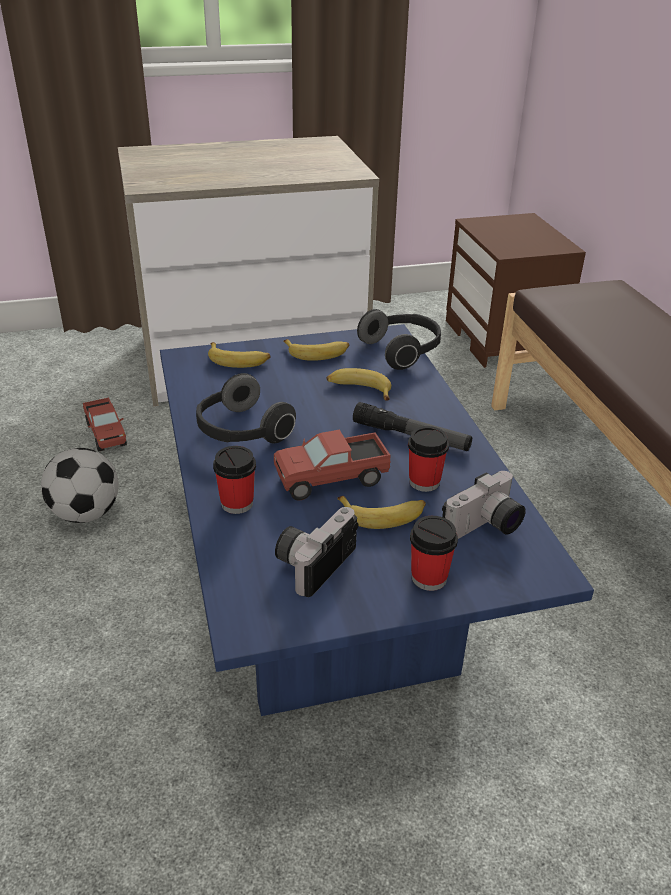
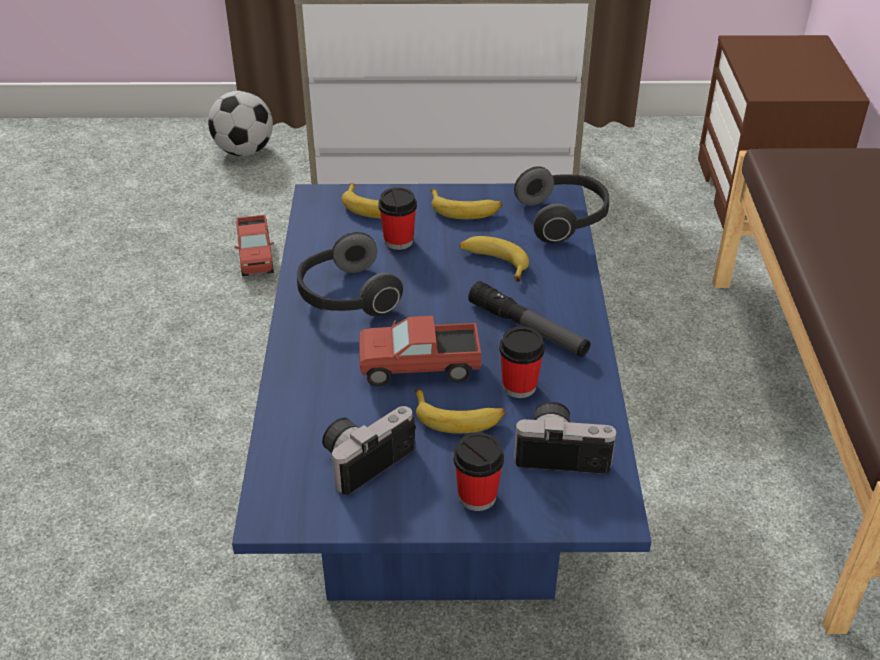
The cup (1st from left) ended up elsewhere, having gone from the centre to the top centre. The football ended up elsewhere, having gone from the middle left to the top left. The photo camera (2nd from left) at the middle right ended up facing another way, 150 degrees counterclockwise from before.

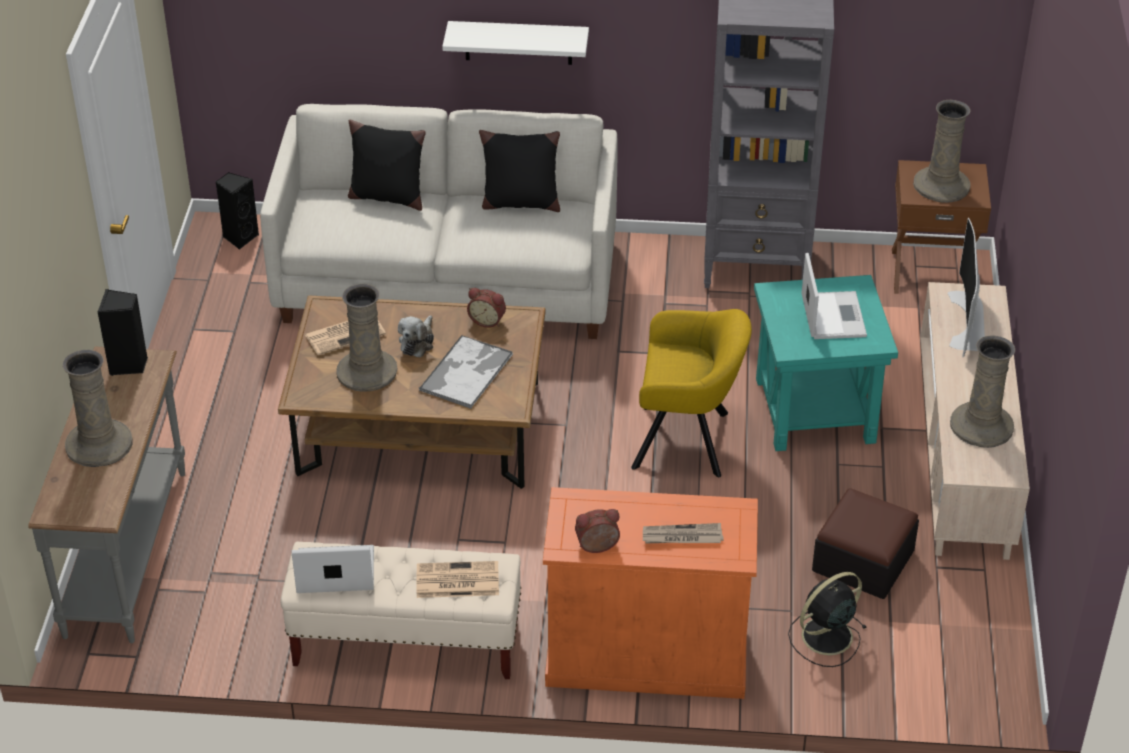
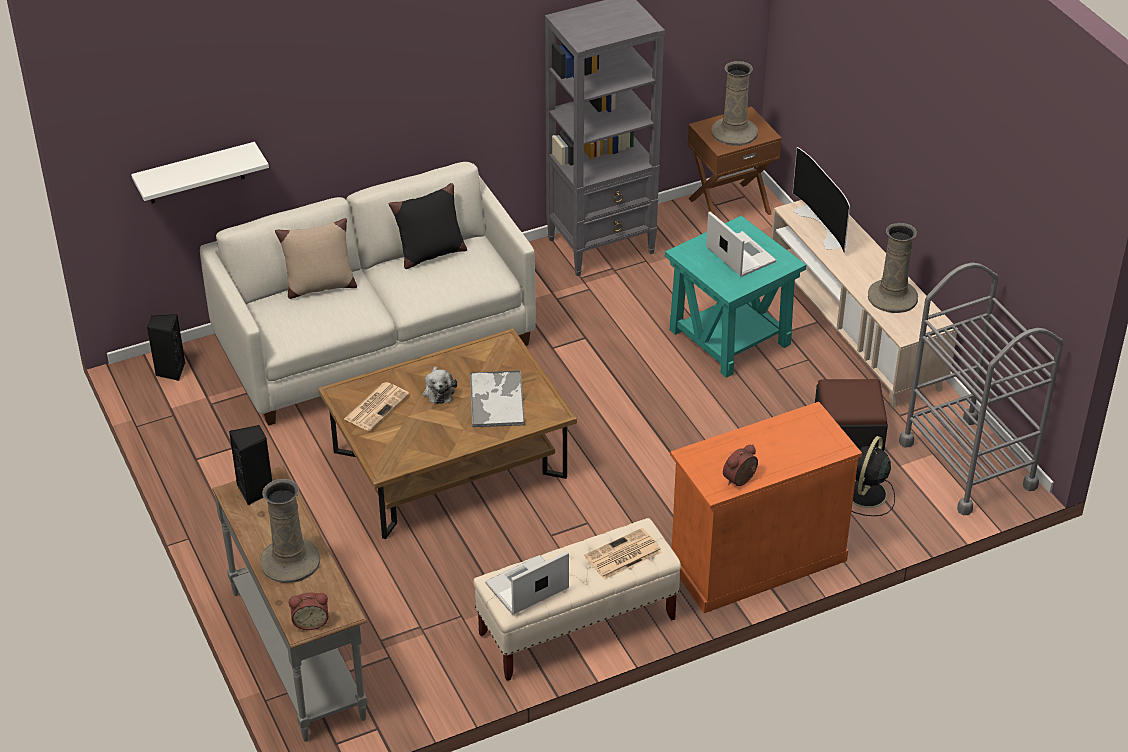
The shelf (white) ended up elsewhere, having gone from the top centre to the top left. What was the pillow (black) (1st from left) at the top centre turned into the pillow (beige) at the middle left. The second view lost the vase (beige) (2nd from left) at the middle left. The alarm clock (1st from left) ended up elsewhere, having gone from the centre to the bottom left. The second view lost the armchair (yellow) at the centre. The second view lost the newspaper (3rd from left) at the bottom centre. The second view gained the cart (grey) at the middle right.

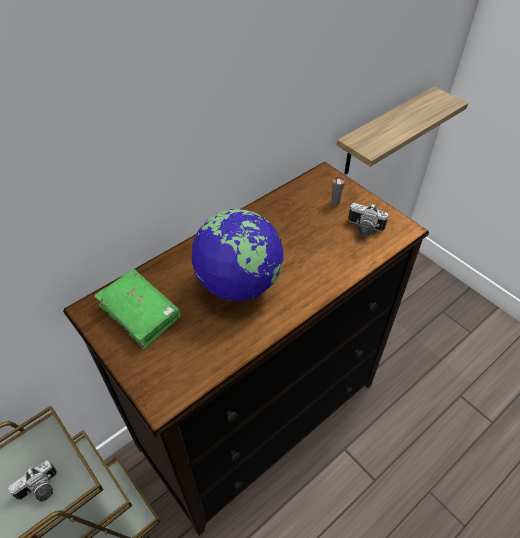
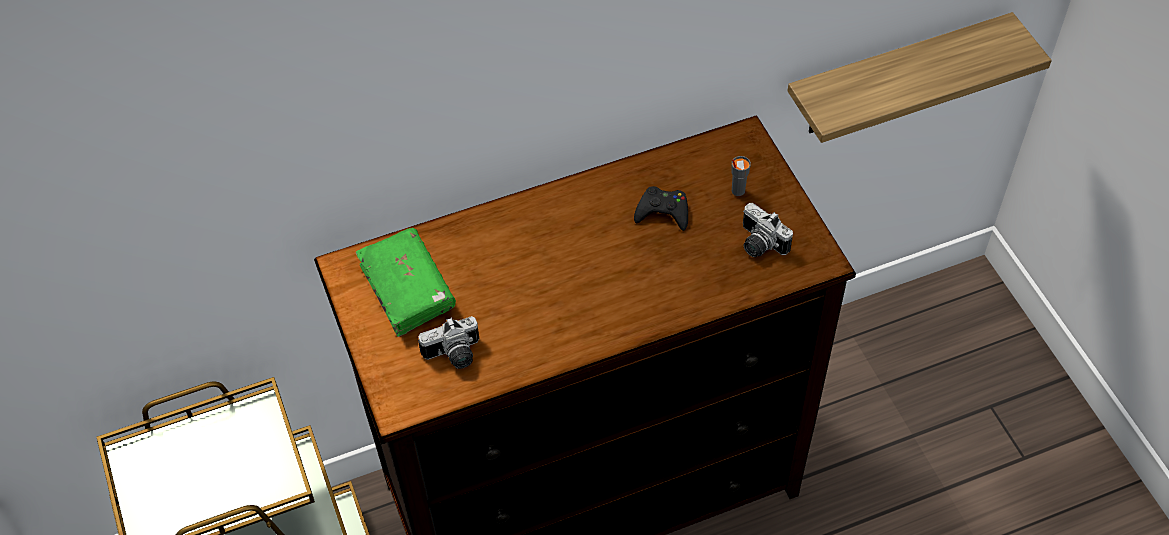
The second view lost the globe at the centre. The photo camera (1st from left) ended up elsewhere, having gone from the bottom left to the centre. The second view gained the game controller (black) at the centre.

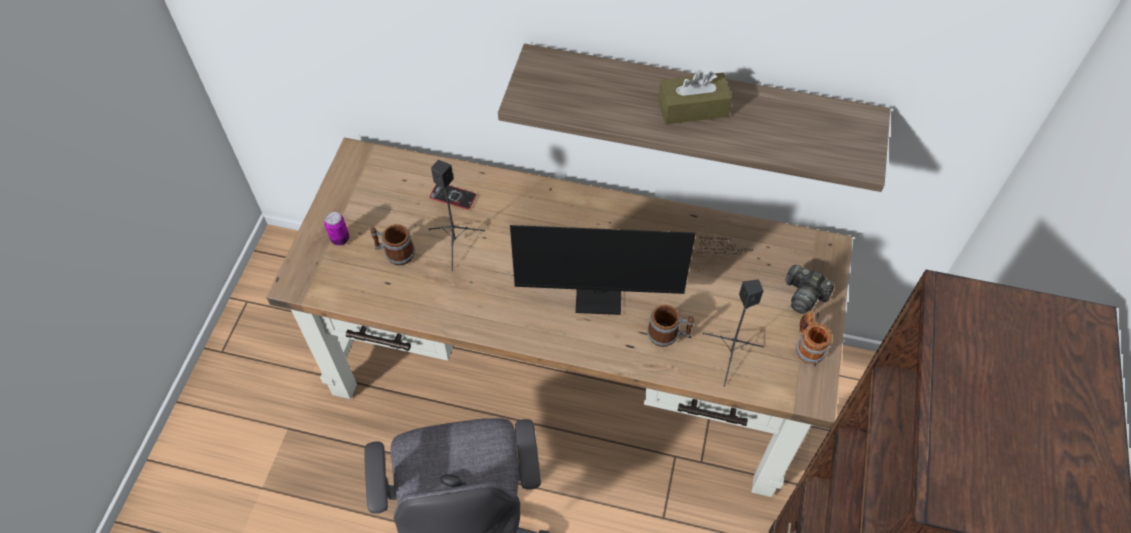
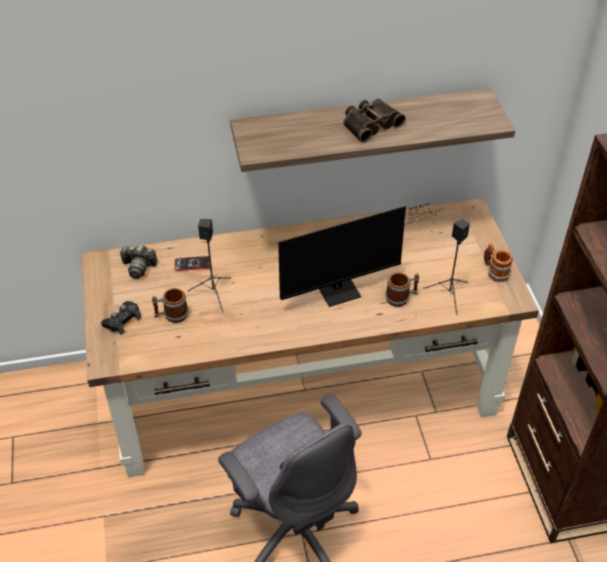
Where the tissue box (brown) stood at the top centre, the binoculars came to stand at the top centre. Where the can stood at the middle left, the game controller (black) came to stand at the middle left. The photo camera ended up elsewhere, having gone from the middle right to the middle left.

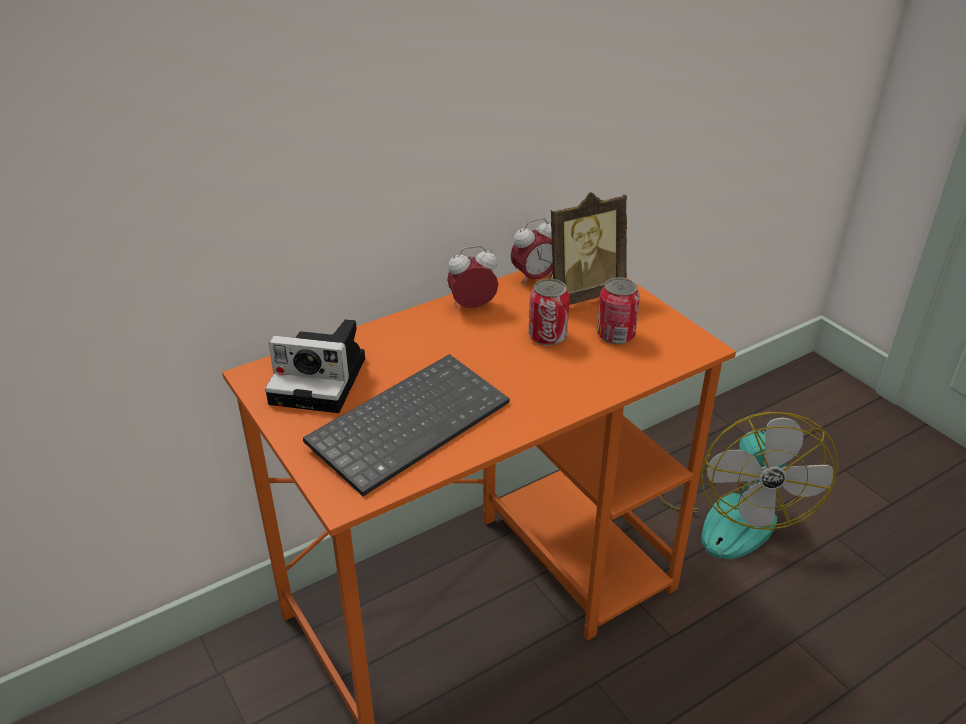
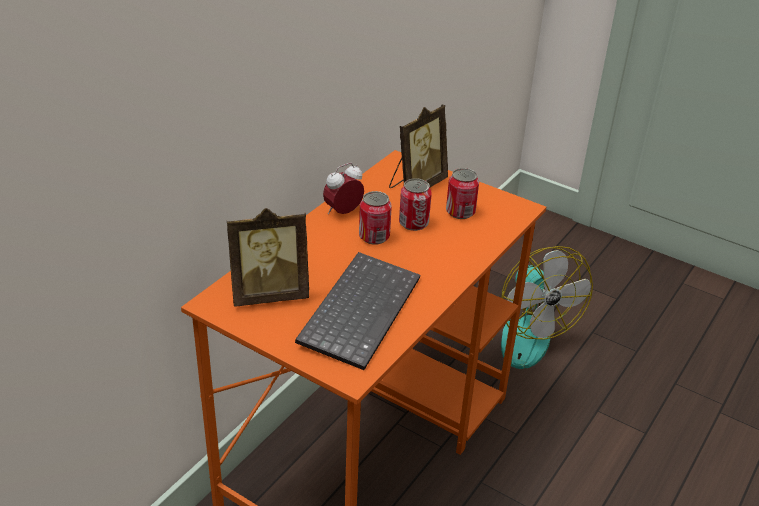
The second view lost the alarm clock (2nd from left) at the centre. Where the photo camera stood at the middle left, the picture frame (1st from left) came to stand at the centre. The second view gained the can (1st from left) at the centre.

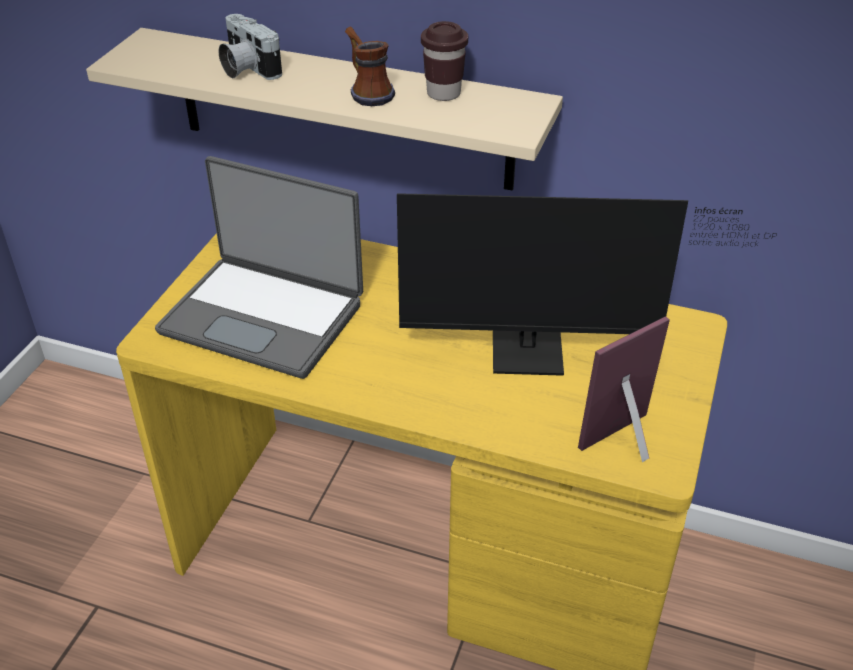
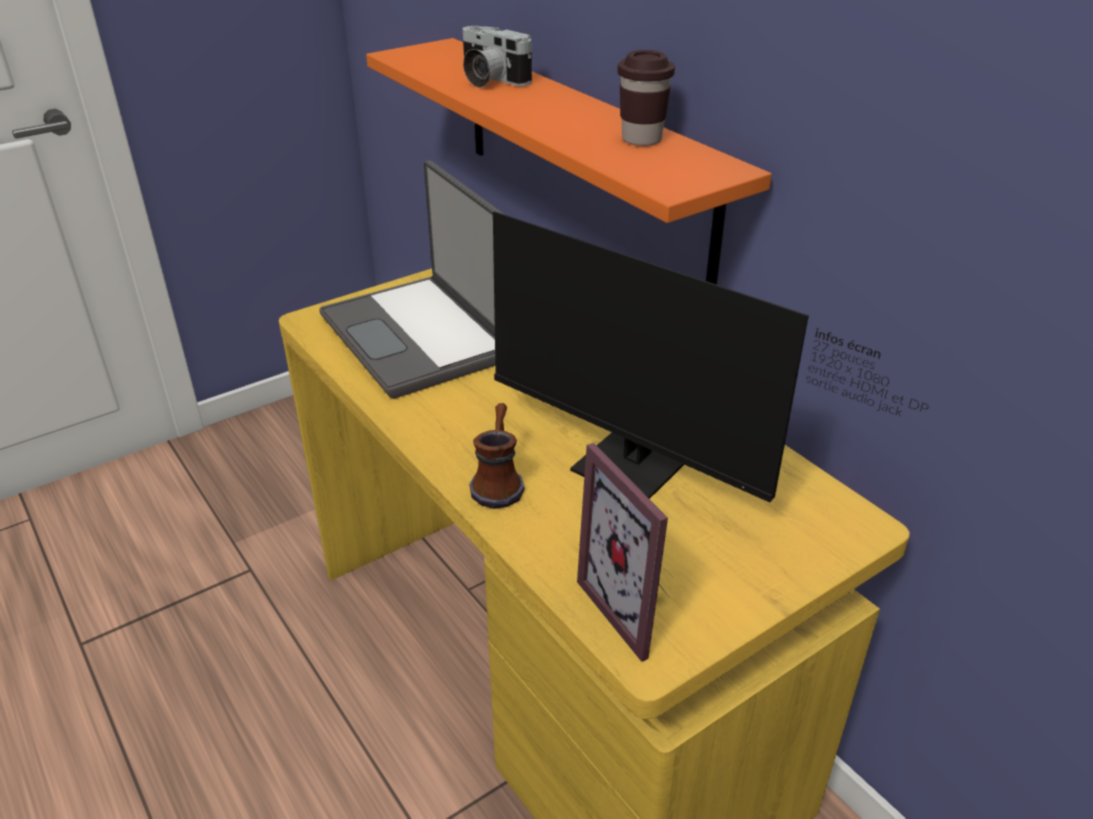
The photo camera at the top left ended up facing another way, 45 degrees counterclockwise from before. The mug ended up elsewhere, having gone from the top centre to the centre. What was the shelf (beige) at the top centre turned into the shelf (orange) at the top centre. The picture frame at the middle right ended up facing another way, 120 degrees counterclockwise from before.

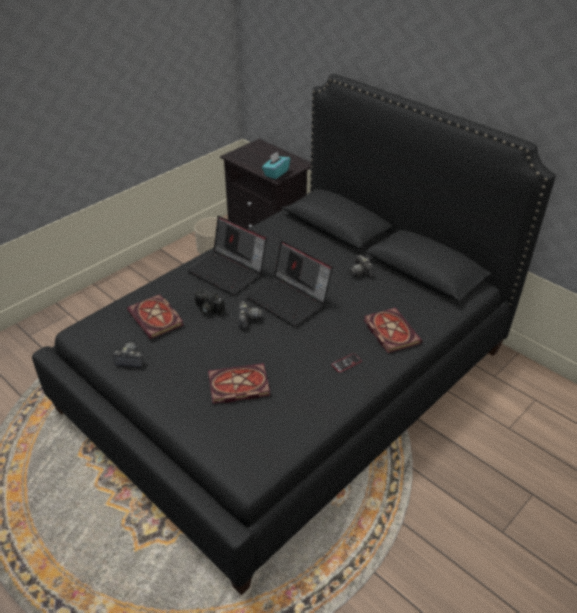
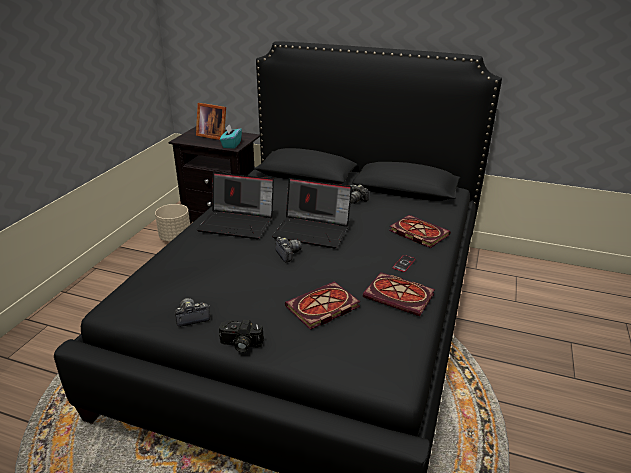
The photo camera (2nd from left) ended up elsewhere, having gone from the centre to the bottom centre. The book (1st from left in the first image) ended up elsewhere, having gone from the middle left to the centre. The second view gained the picture frame at the top centre.

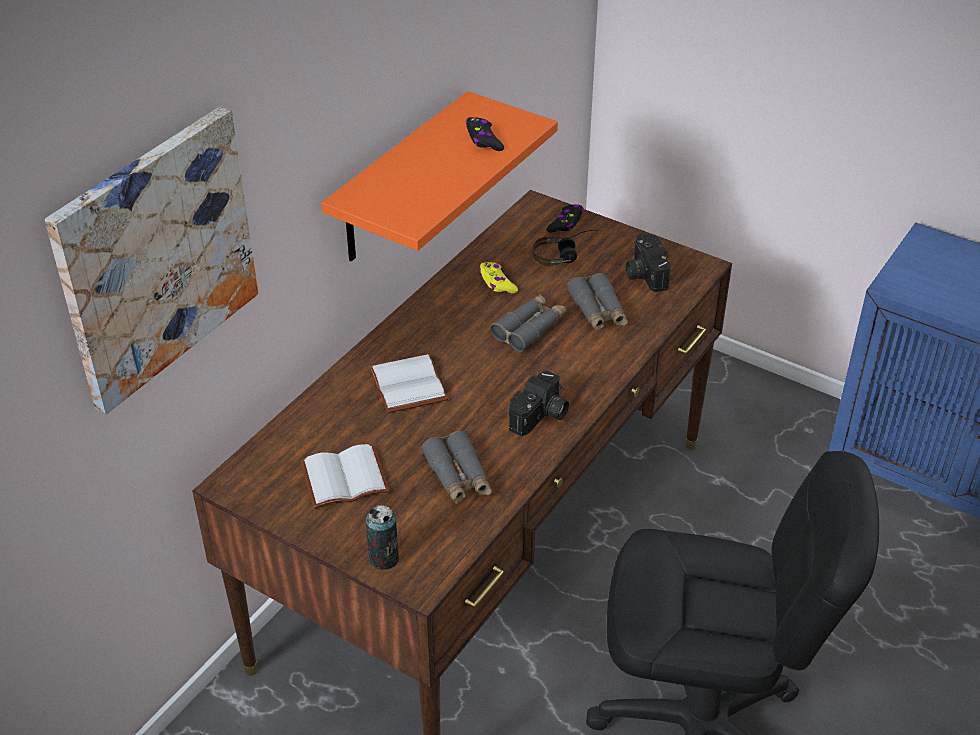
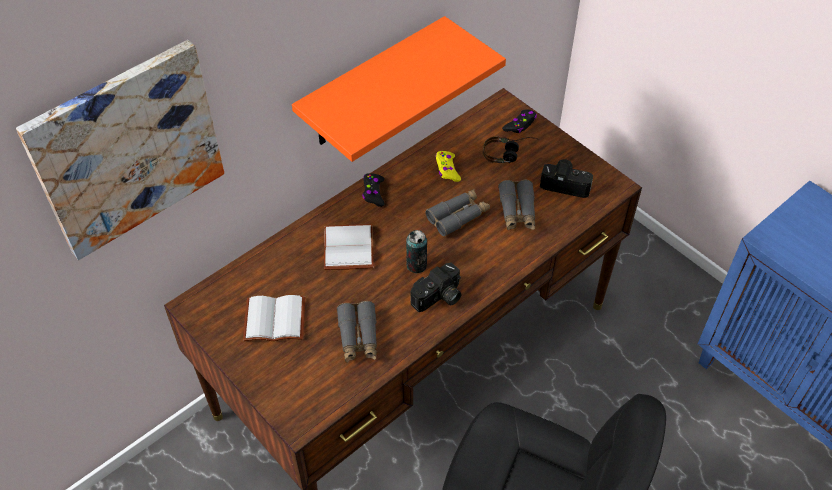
The game controller (black) (1st from left) ended up elsewhere, having gone from the top centre to the centre. The photo camera (2nd from left) at the centre ended up facing another way, 105 degrees clockwise from before. The can ended up elsewhere, having gone from the bottom centre to the centre.

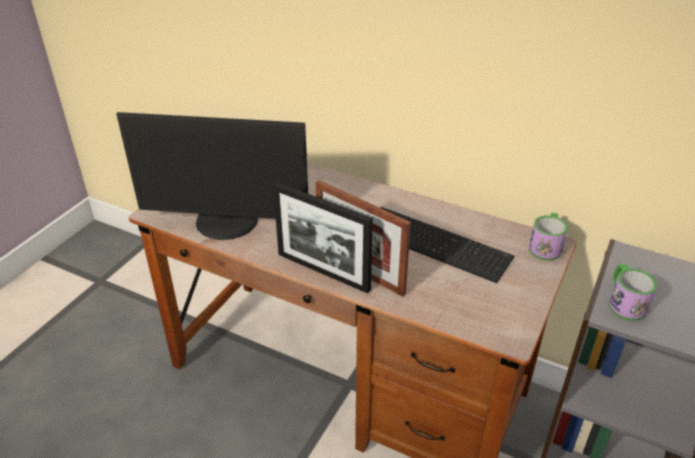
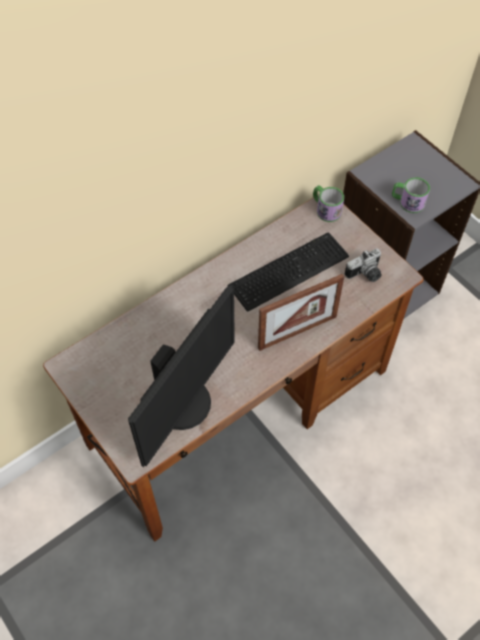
The second view lost the picture frame (1st from left) at the centre. The second view gained the photo camera at the middle right.

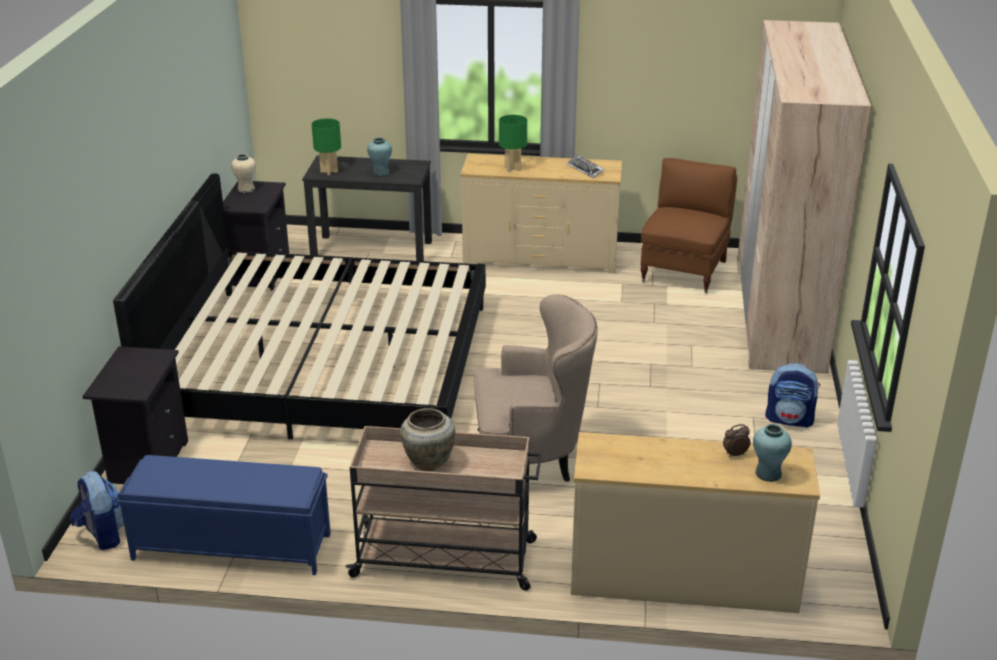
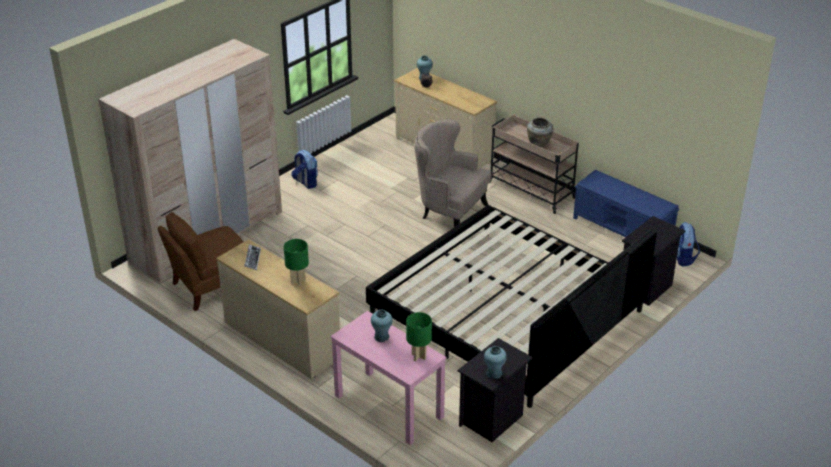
What was the vase (beige) (1st from left) at the top left turned into the vase (turquoise) (3rd from left) at the bottom centre. What was the desk (black) at the top centre turned into the desk (pink) at the bottom centre.

